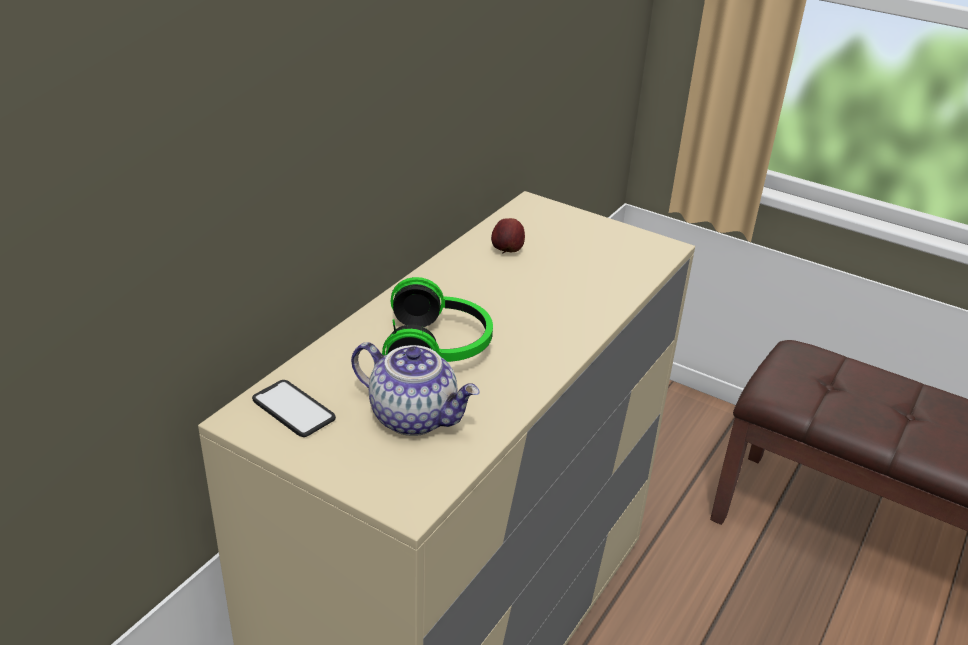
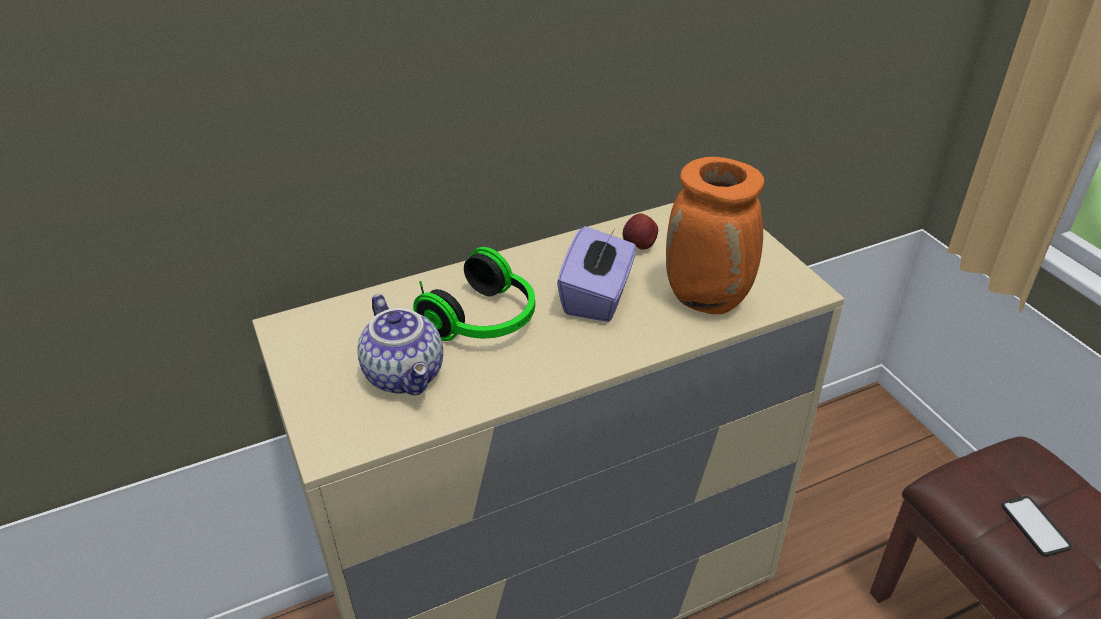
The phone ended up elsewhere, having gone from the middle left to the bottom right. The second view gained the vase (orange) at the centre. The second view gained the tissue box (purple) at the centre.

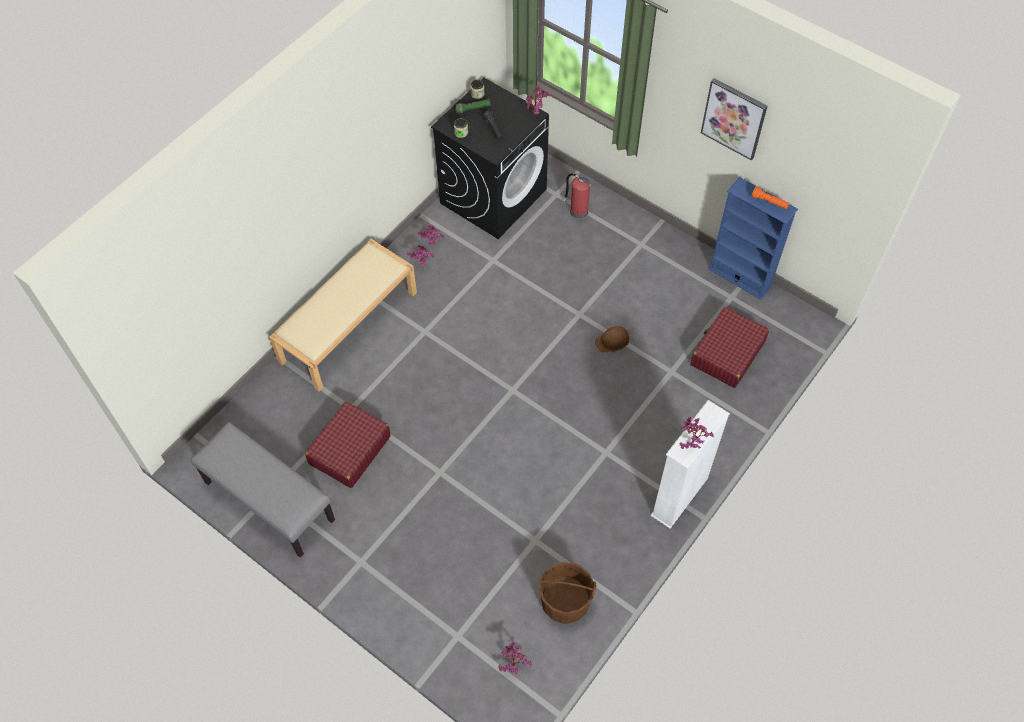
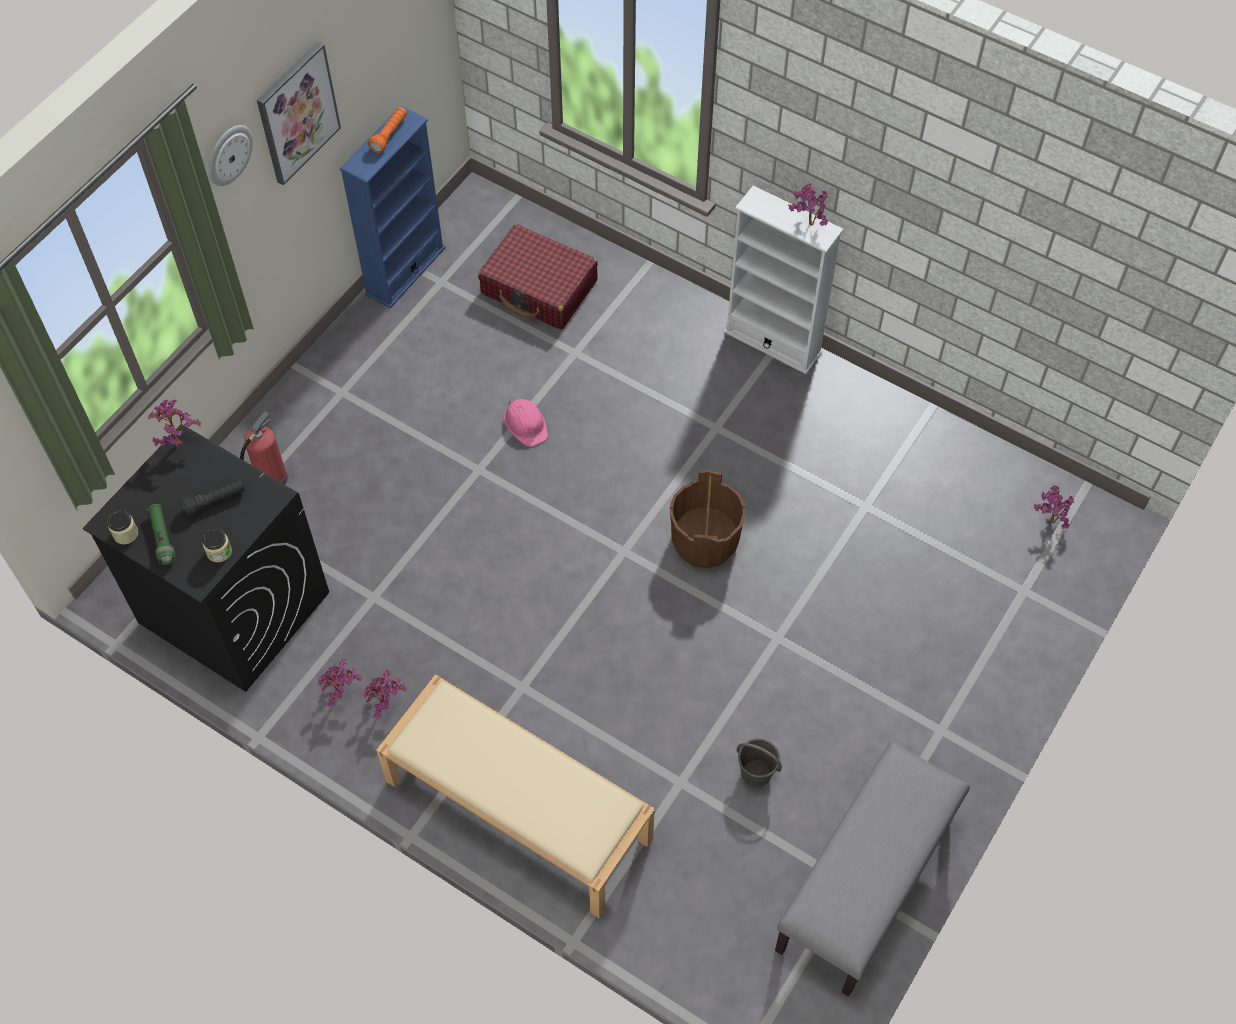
What was the hard hat (brown) at the centre turned into the hard hat (pink) at the centre. Where the suitcase (red) (1st from left) stood at the centre, the bucket (grey) came to stand at the bottom centre. The bucket (brown) ended up elsewhere, having gone from the bottom centre to the centre. The second view gained the wall clock at the top left.

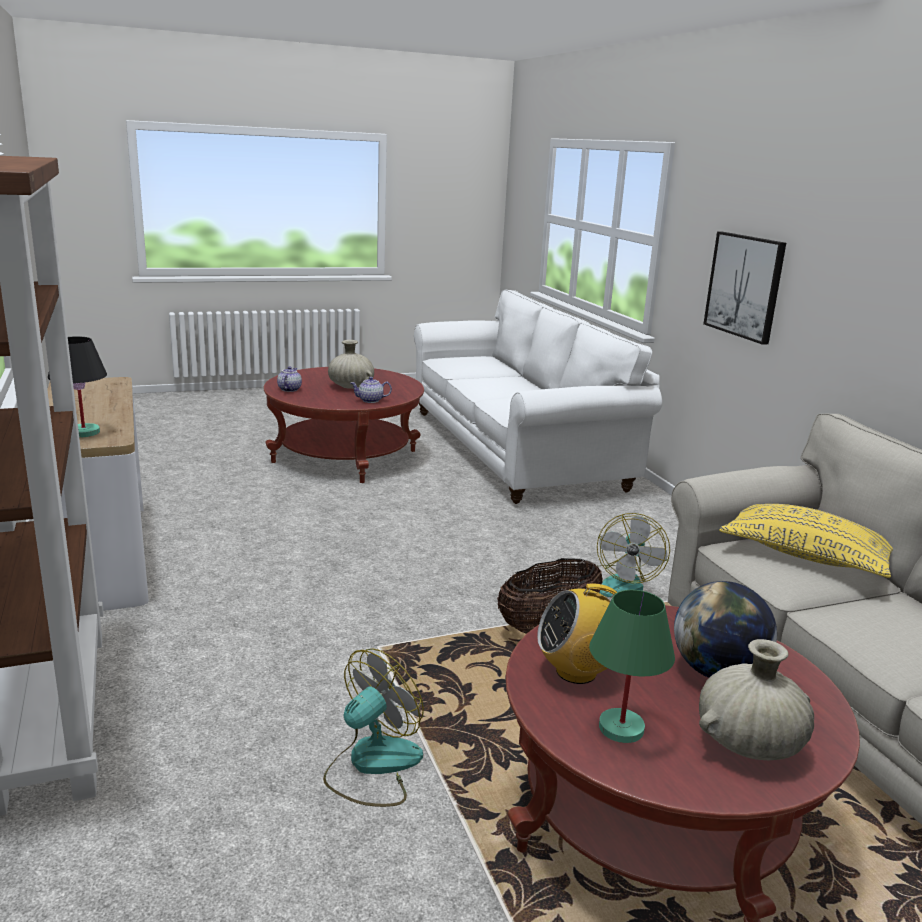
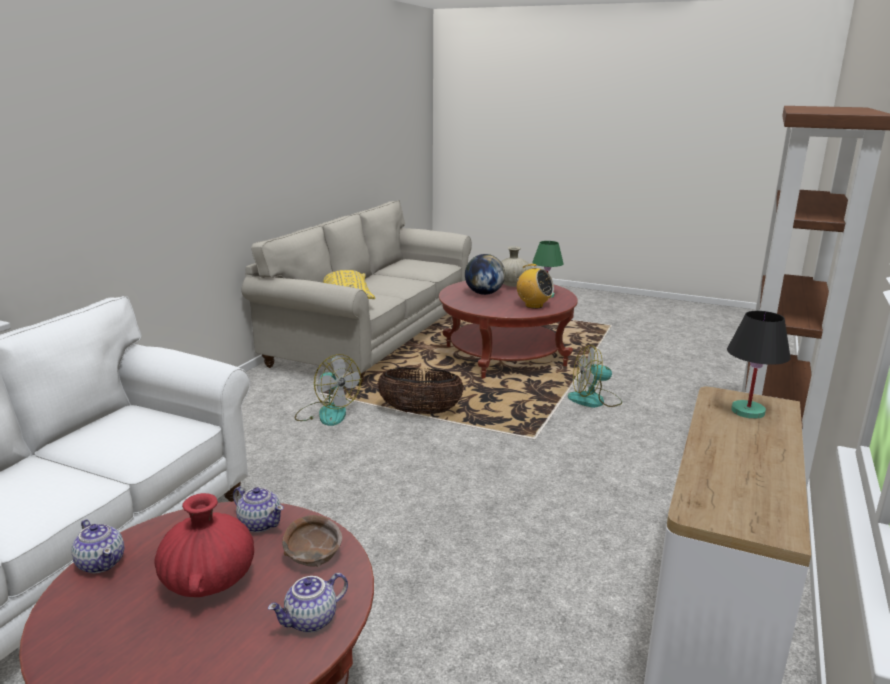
The second view lost the picture at the top right. What was the vase (beige) (1st from left) at the centre turned into the vase (red) at the bottom left. The fan (2nd from left in the first image) at the middle right ended up facing another way, 75 degrees clockwise from before. The second view gained the bowl (brown) at the bottom centre. The second view gained the teapot (1st from left) at the bottom left.

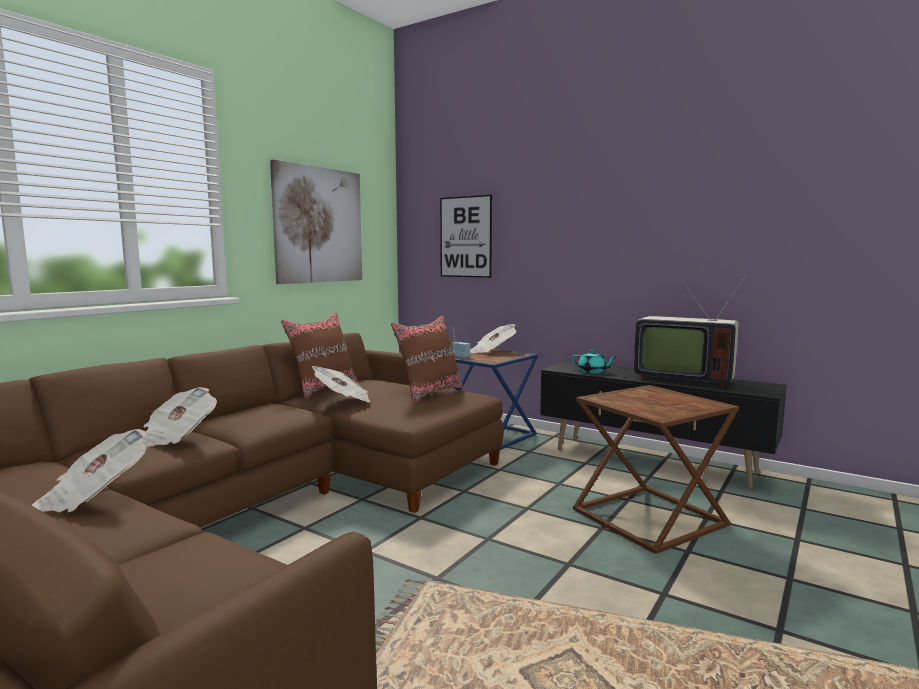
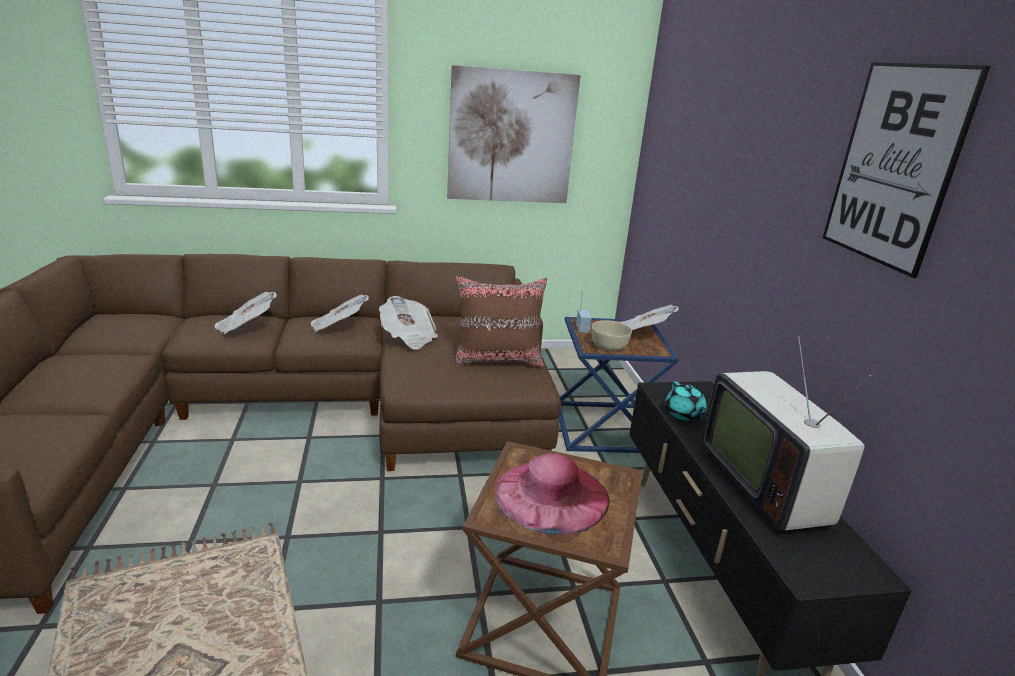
The picture (2nd from left) ended up elsewhere, having gone from the centre to the top right. The second view lost the pillow (brown) (1st from left) at the centre. The newspaper (1st from left in the first image) ended up elsewhere, having gone from the bottom left to the centre. The second view gained the bowl (beige) at the centre. The second view gained the hat (pink) at the bottom centre.

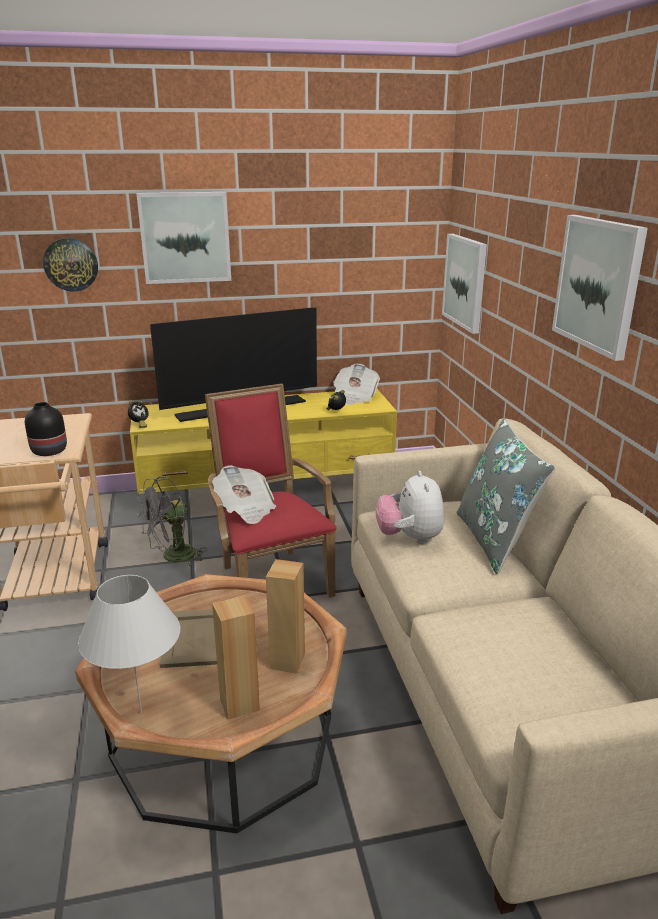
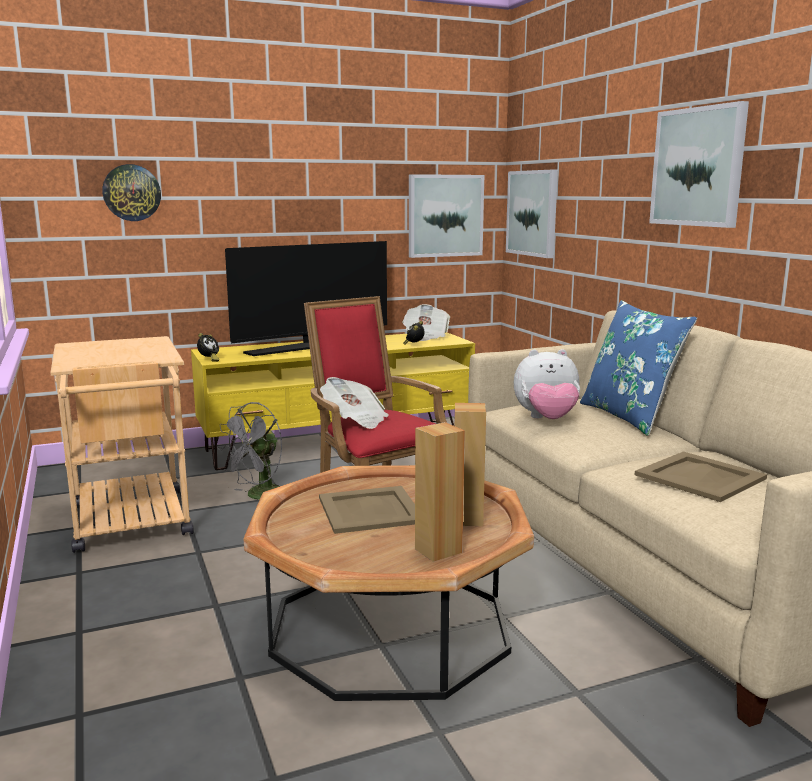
The picture (1st from left) ended up elsewhere, having gone from the top left to the top centre. The second view lost the vase (black) at the middle left. What was the pillow (grey) at the middle right turned into the pillow (blue) at the middle right. The plush toy at the centre ended up facing another way, 75 degrees counterclockwise from before. The second view lost the table lamp (white) at the bottom left. The second view gained the tray (beige) (2nd from left) at the middle right.

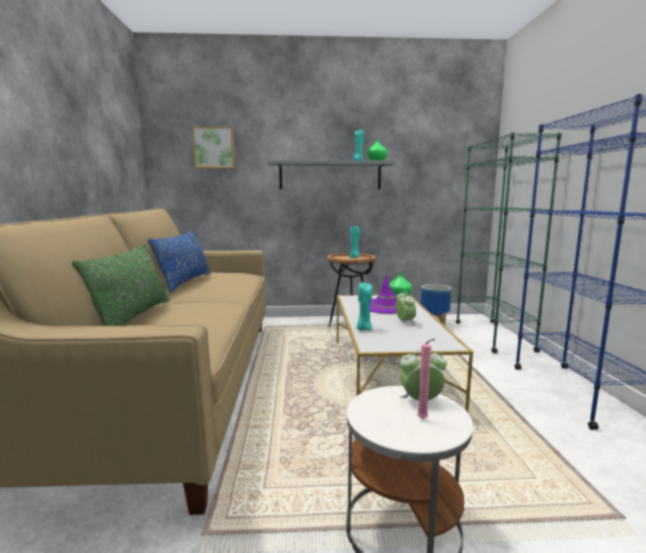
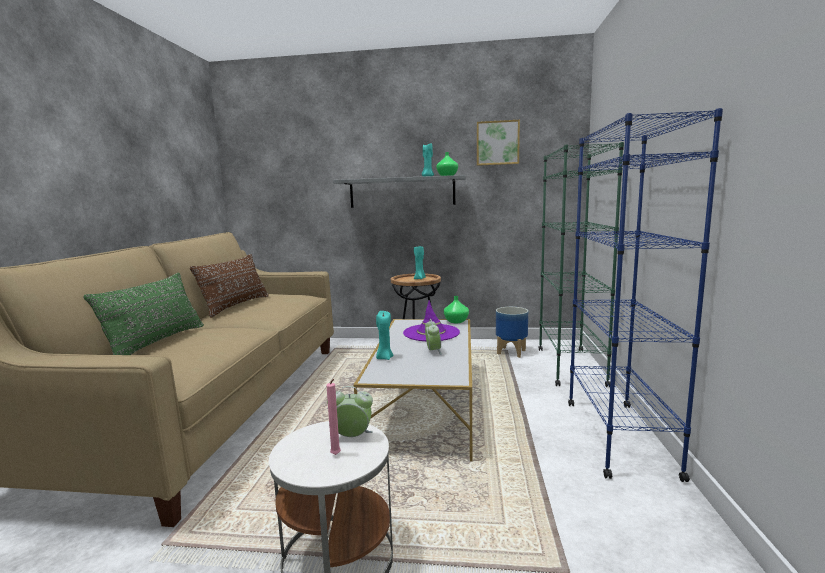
The picture ended up elsewhere, having gone from the top left to the top centre. What was the pillow (blue) at the middle left turned into the pillow (brown) at the middle left.

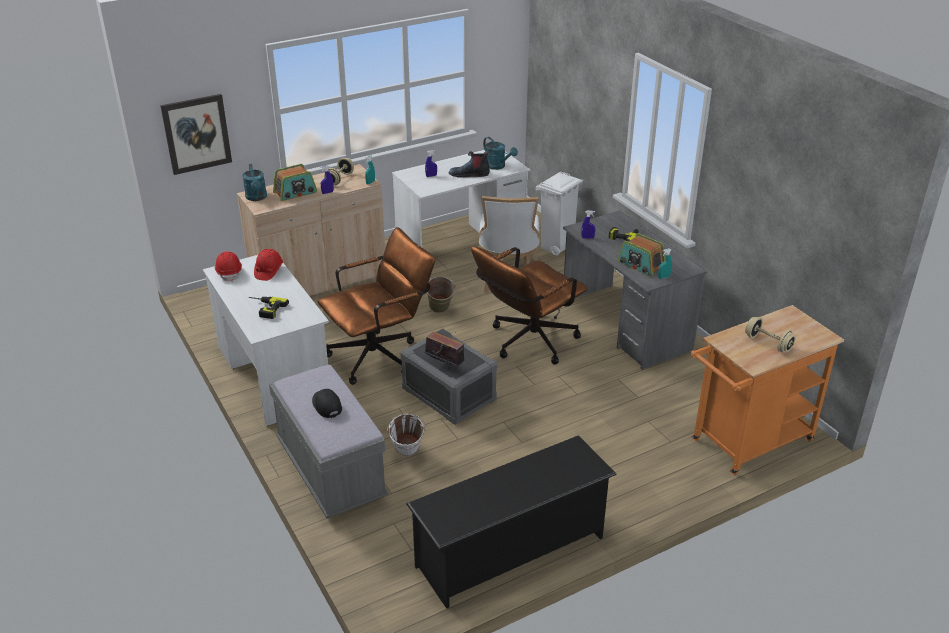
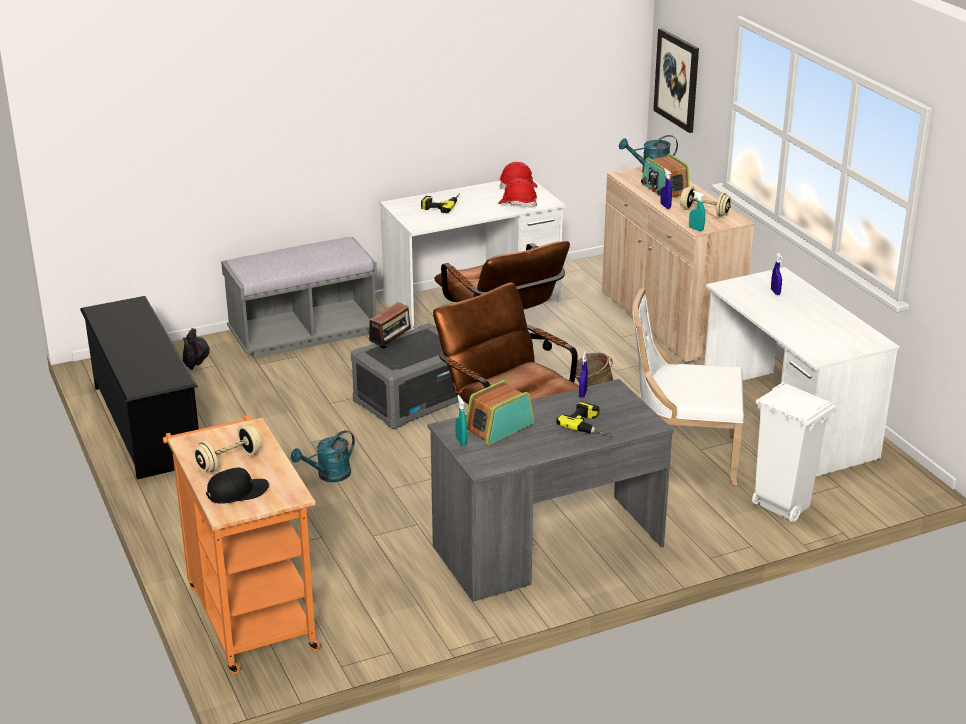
The watering can (turquoise) (2nd from left in the first image) ended up elsewhere, having gone from the top centre to the centre. The boot ended up elsewhere, having gone from the top centre to the middle left. The cap (black) ended up elsewhere, having gone from the centre to the bottom left. The second view lost the bucket (white) at the bottom centre.

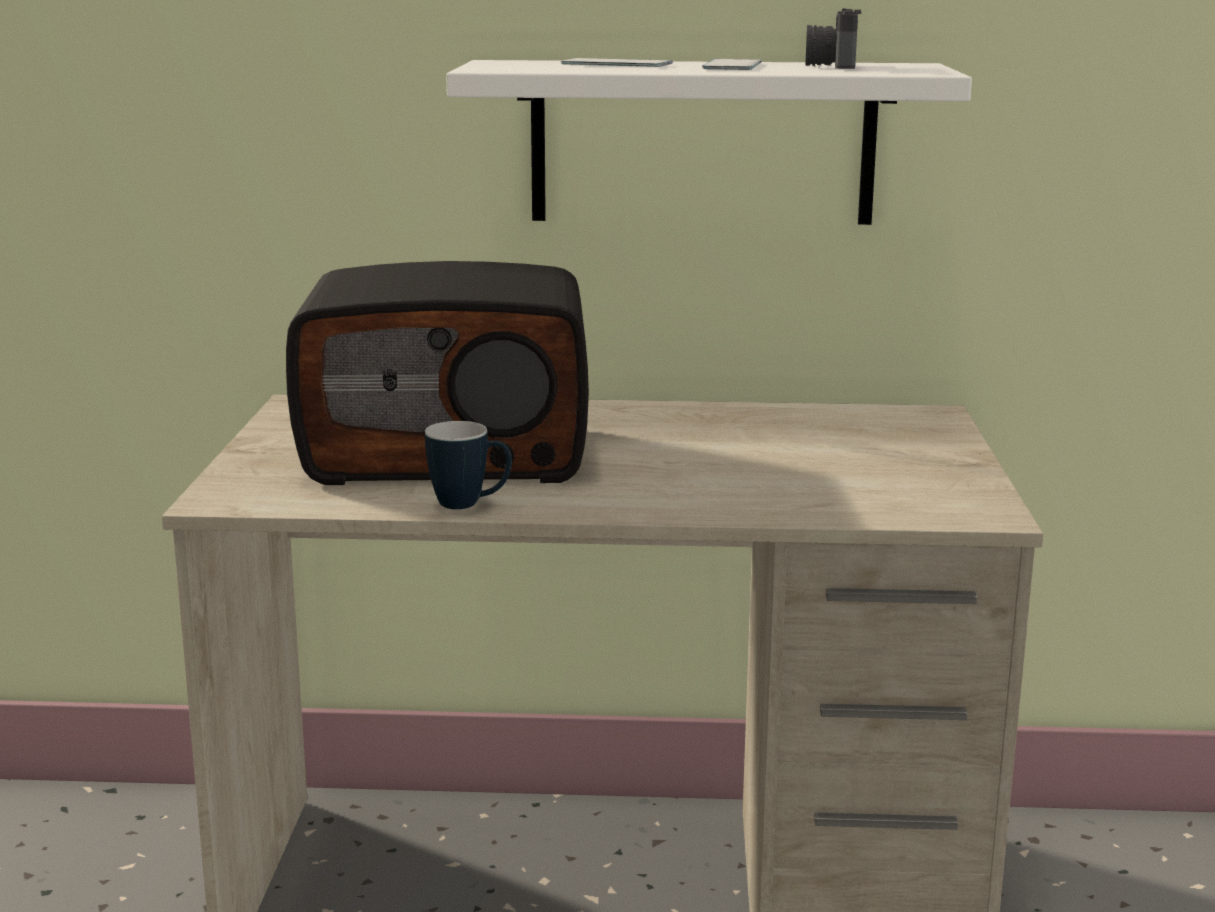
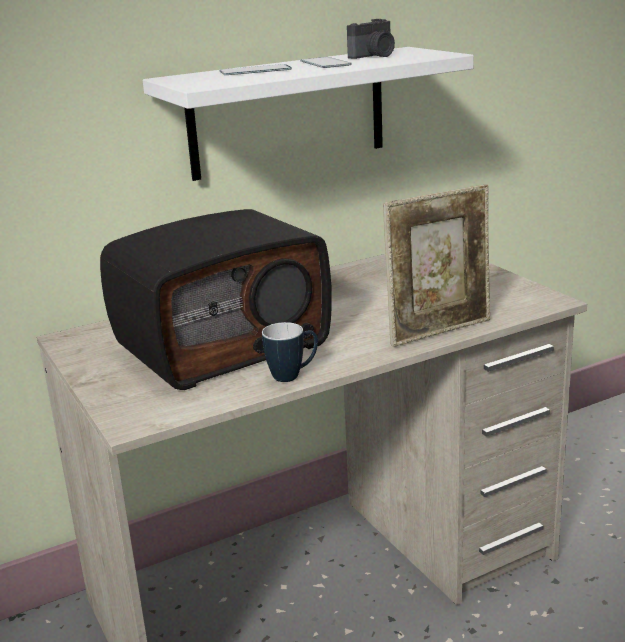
The photo camera at the top right ended up facing another way, 105 degrees counterclockwise from before. The second view gained the picture frame at the middle right.

